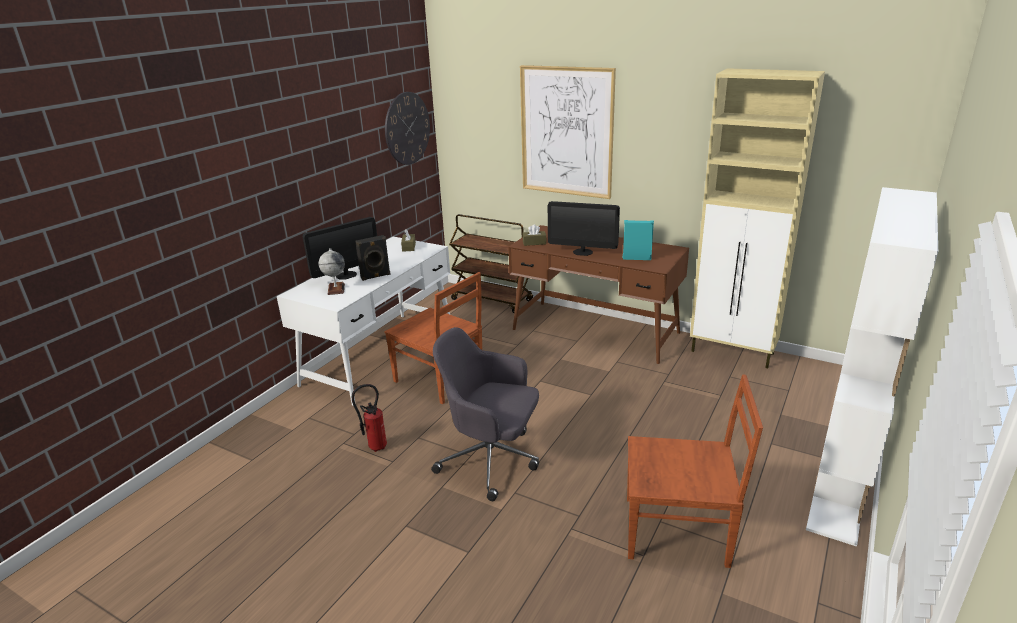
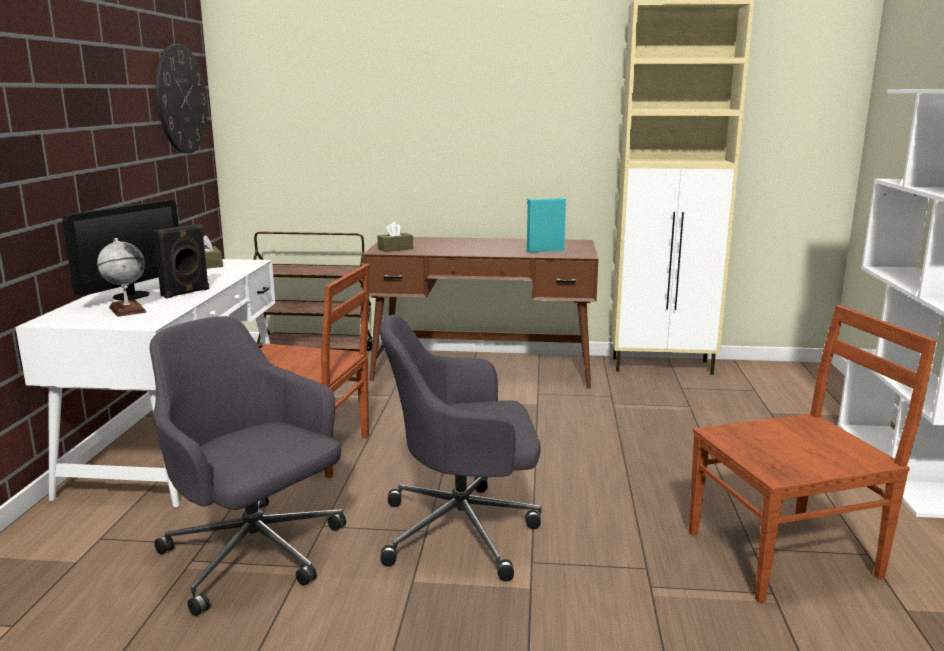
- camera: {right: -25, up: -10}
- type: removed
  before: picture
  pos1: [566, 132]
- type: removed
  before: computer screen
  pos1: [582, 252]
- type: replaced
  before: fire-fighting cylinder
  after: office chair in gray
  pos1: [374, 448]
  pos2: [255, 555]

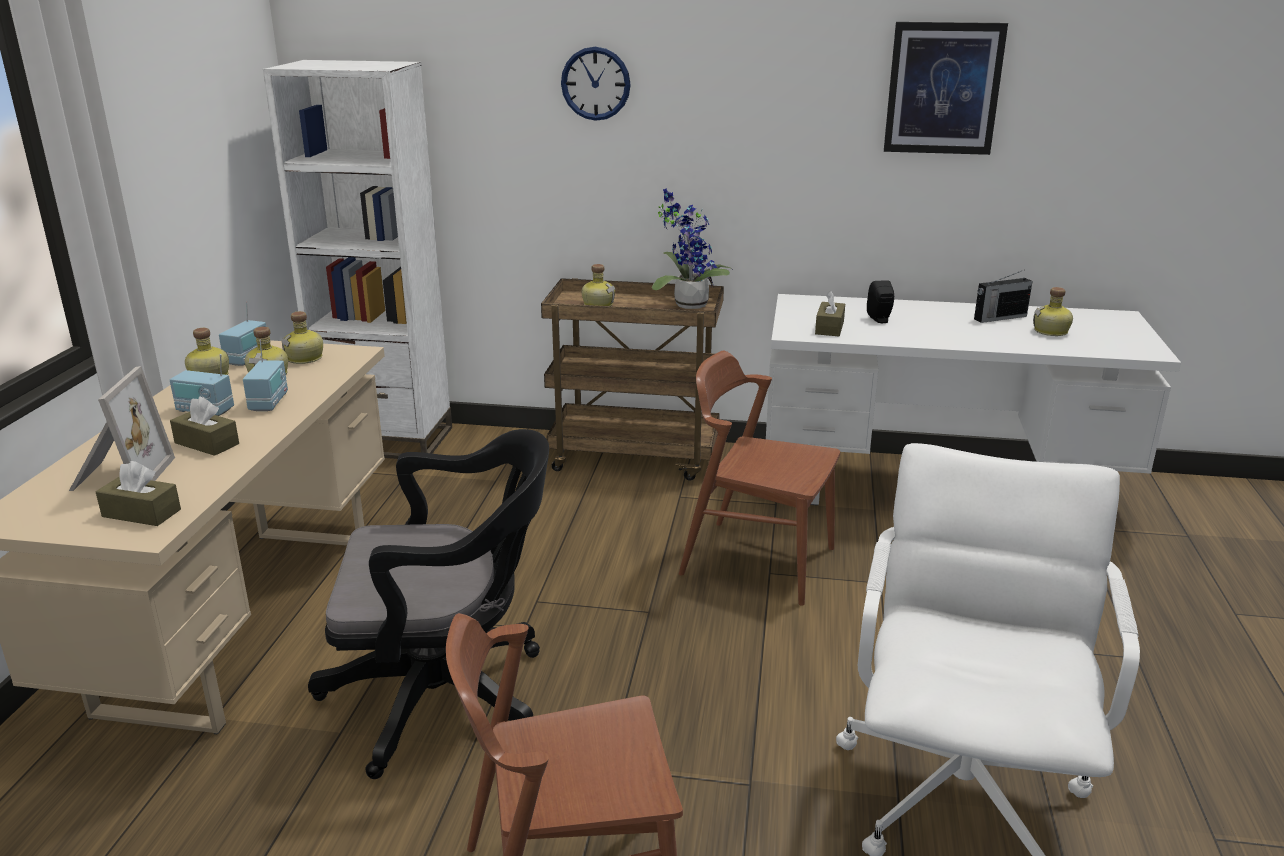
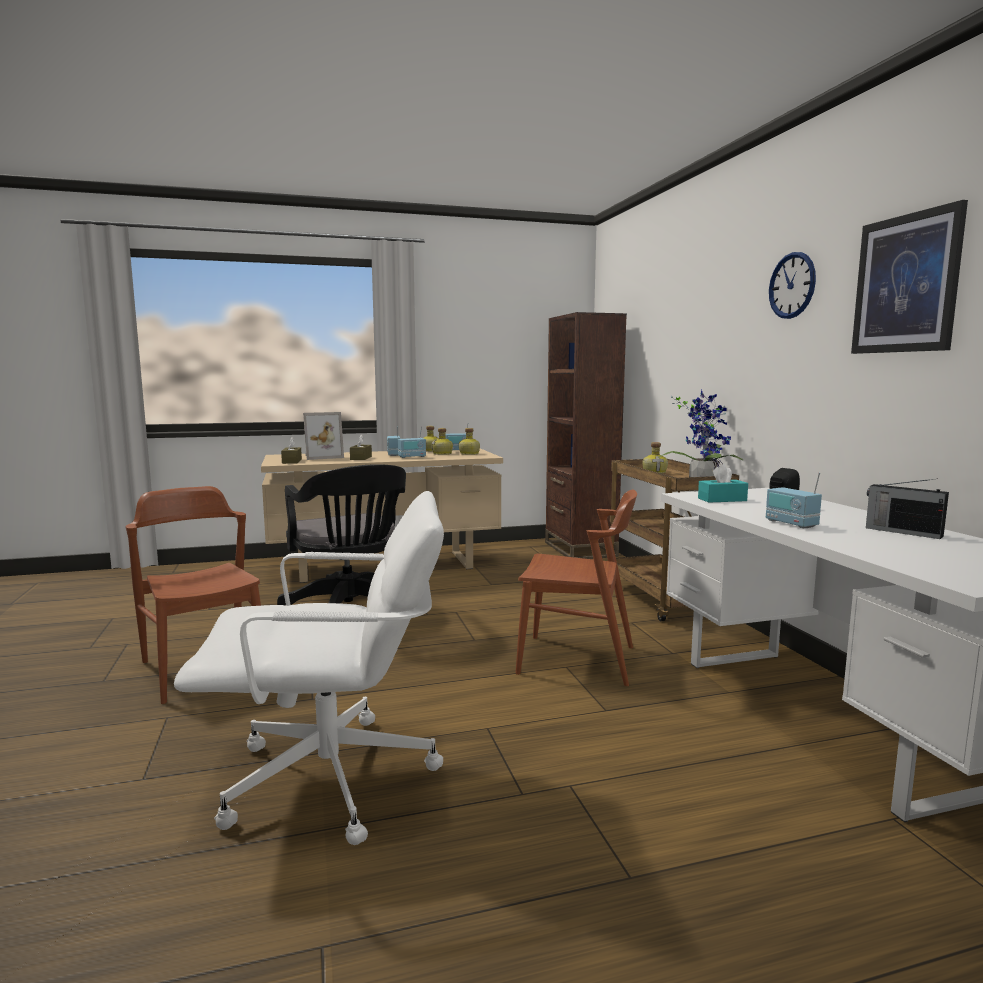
- camera: {right: 65, up: -15}
- type: moved
  before: clock on the wall
  pos1: [595, 83]
  pos2: [792, 285]
- type: recoloured
  before: bookshelf in white
  after: bookshelf in brown
  pos1: [386, 440]
  pos2: [580, 549]
- type: removed
  before: drink bottle
  pos1: [1051, 332]
- type: recoloured
  before: tissue box in brown
  after: tissue box in blue-green
  pos1: [829, 328]
  pos2: [722, 499]
- type: turned
  before: chair in brown
  pos1: [757, 561]
  pos2: [577, 660]
  turn: 105
- type: added
  after: radio
  pos2: [791, 524]

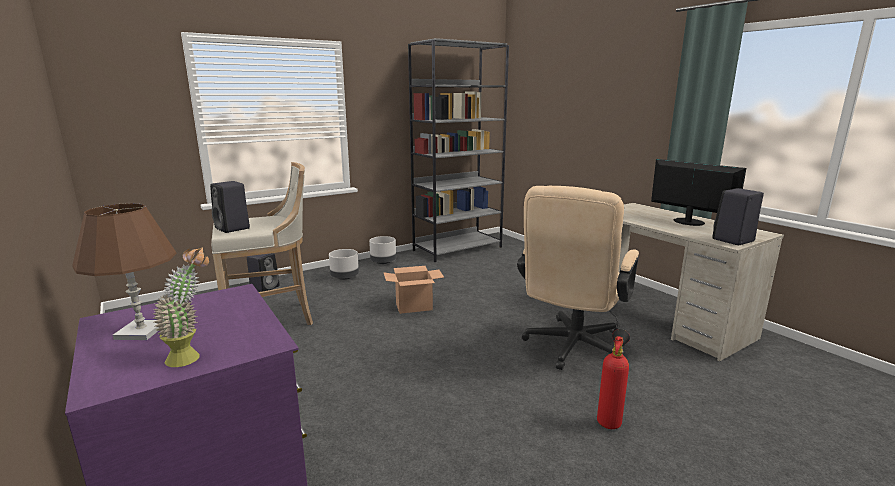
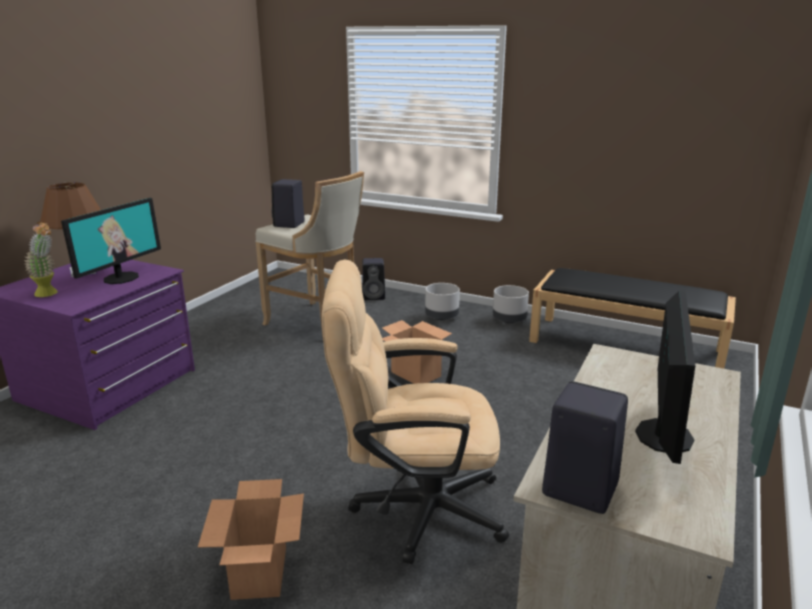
- camera: {right: 60, up: 5}
- type: replaced
  before: bookshelf in gray
  after: long seat in black-coloured
  pos1: [457, 248]
  pos2: [626, 346]
- type: replaced
  before: fire-fighting cylinder
  after: cardboard box
  pos1: [609, 421]
  pos2: [260, 573]
- type: added
  after: computer screen
  pos2: [120, 278]

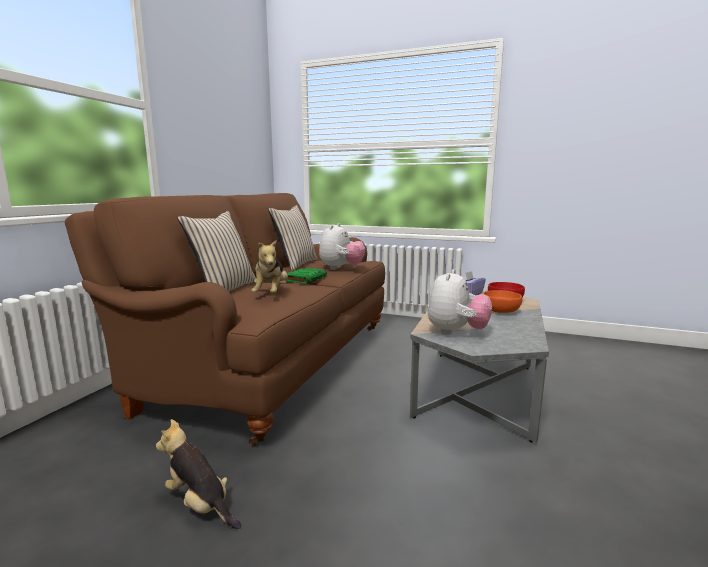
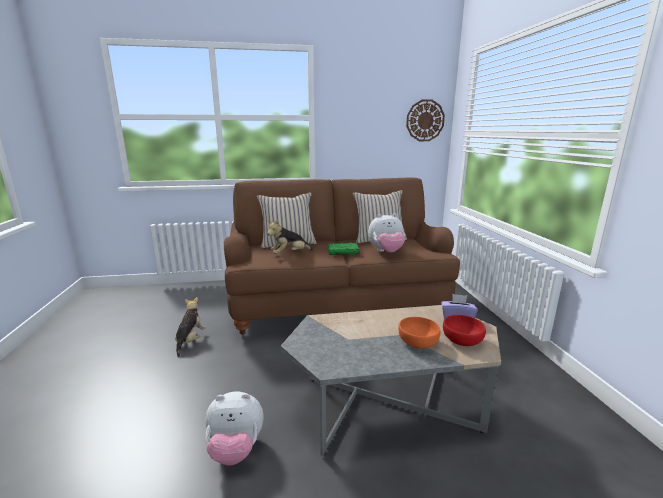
- camera: {right: 60, up: 5}
- type: moved
  before: soft toy
  pos1: [456, 332]
  pos2: [236, 449]
- type: added
  after: clock on the wall
  pos2: [425, 120]

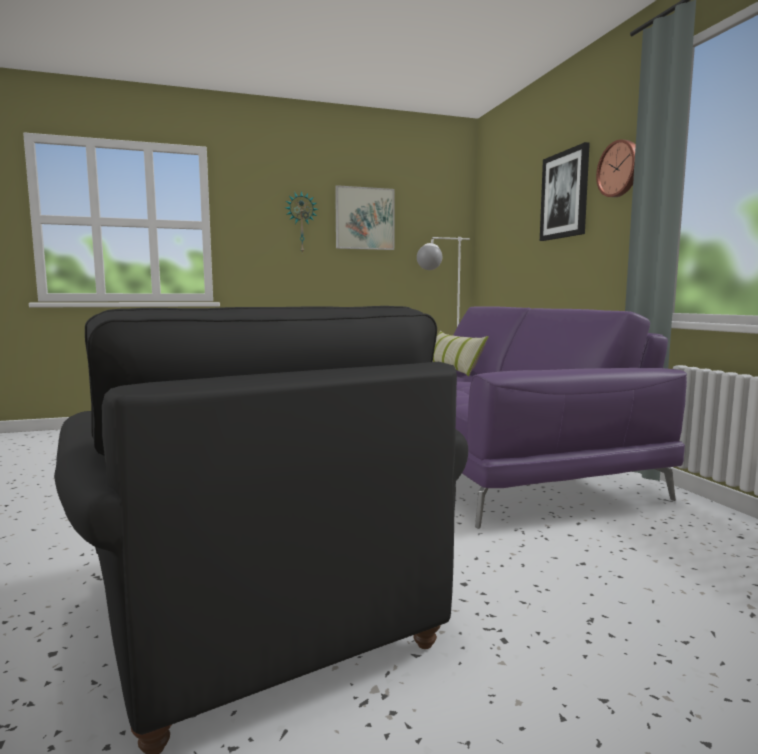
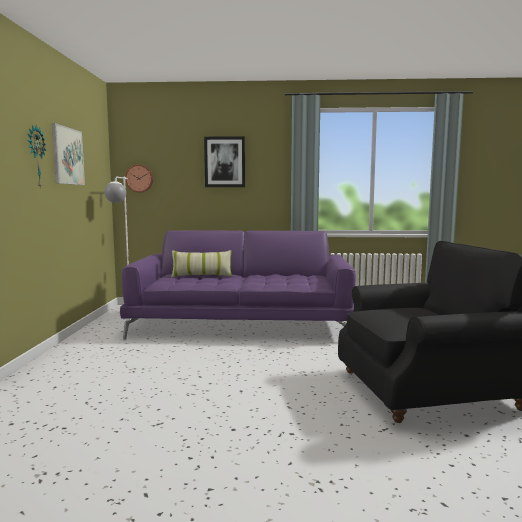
- camera: {right: -70, up: 0}
- type: moved
  before: clock on the wall
  pos1: [619, 169]
  pos2: [139, 178]

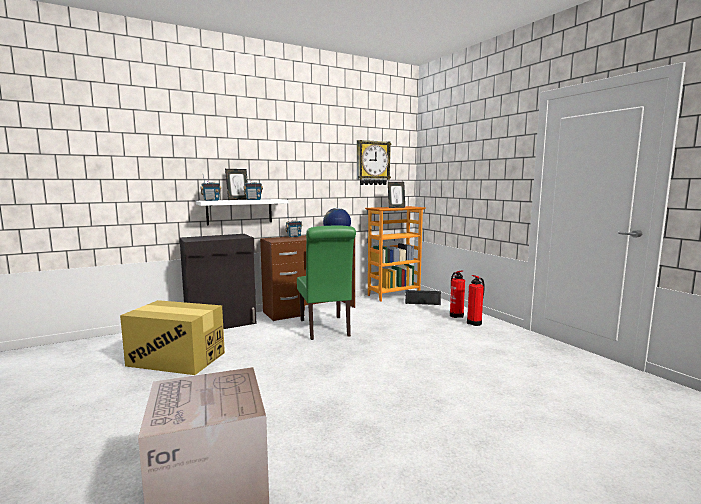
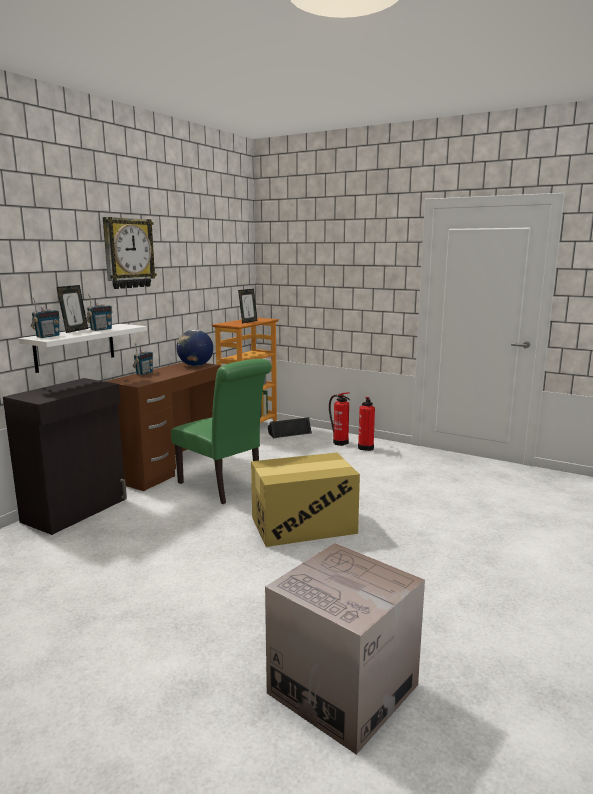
- camera: {right: -30, up: 5}
- type: moved
  before: clock on the wall
  pos1: [372, 163]
  pos2: [128, 253]
- type: moved
  before: cardboard box
  pos1: [176, 359]
  pos2: [303, 525]

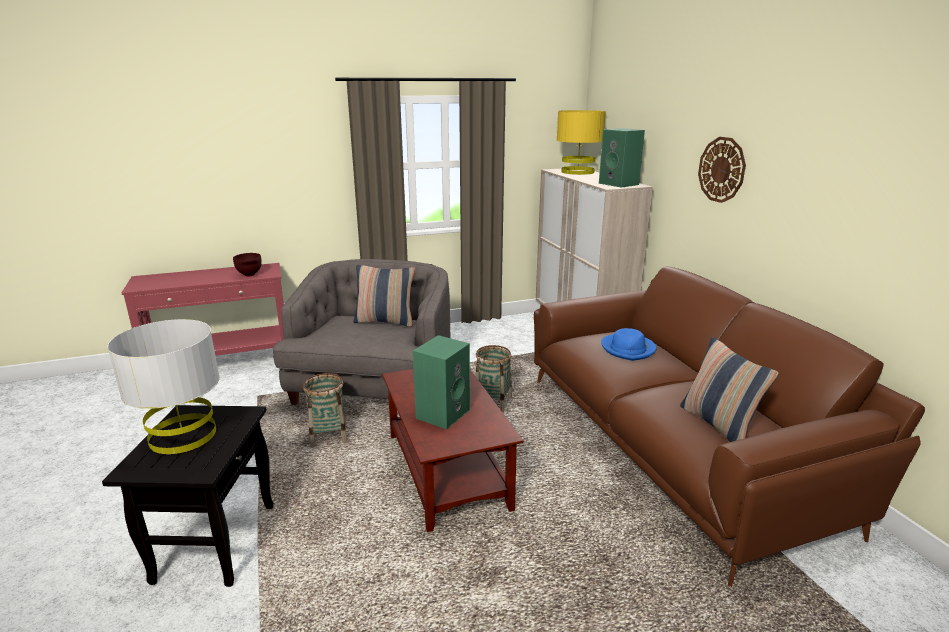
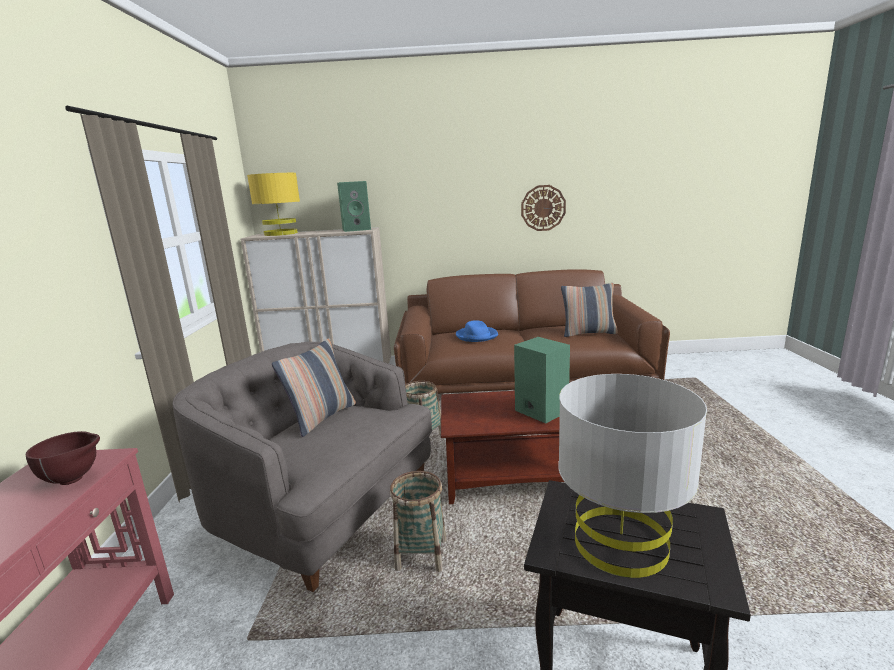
- camera: {right: -70, up: -5}
- type: moved
  before: clock on the wall
  pos1: [721, 169]
  pos2: [543, 208]

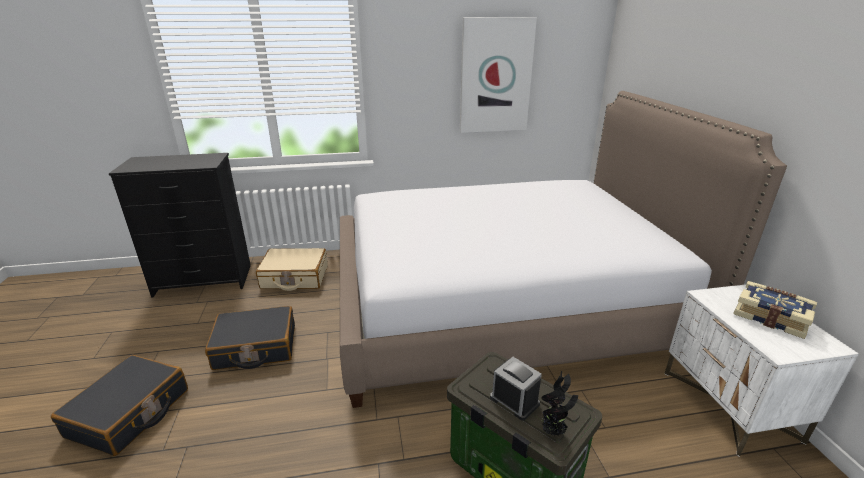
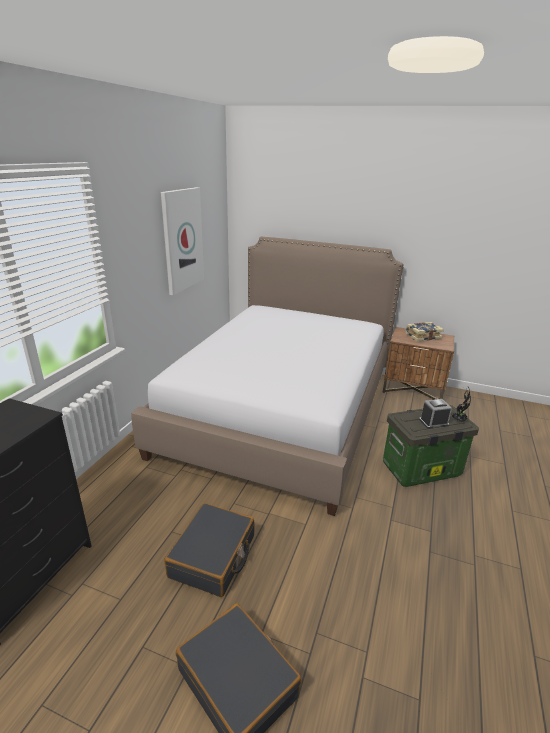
- camera: {right: -60, up: 0}
- type: removed
  before: travel case in sand-coloured
  pos1: [294, 277]
- type: recoloured
  before: nightstand in white
  after: nightstand in brown
  pos1: [730, 406]
  pos2: [413, 389]

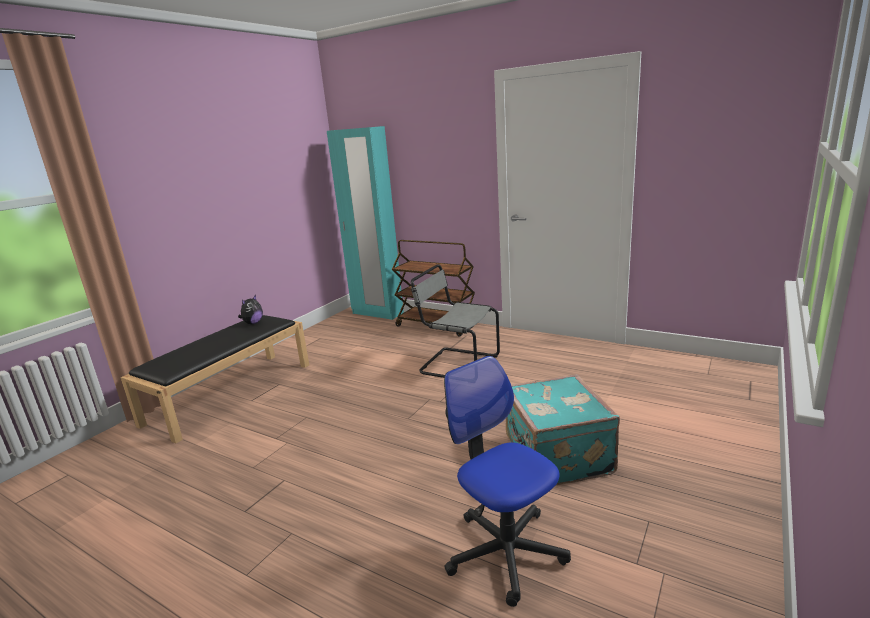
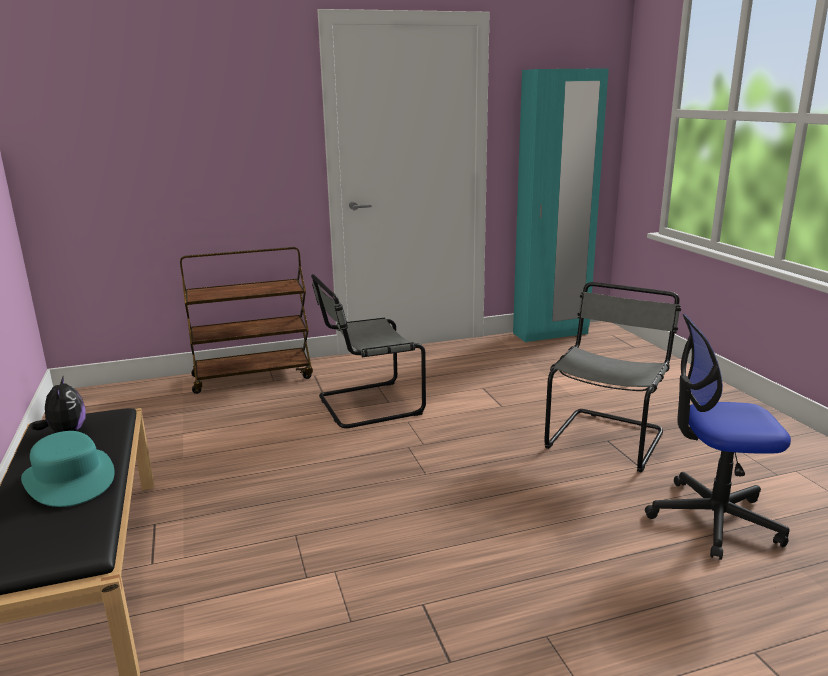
- camera: {right: -50, up: 0}
- type: moved
  before: armoire in blue-green
  pos1: [377, 313]
  pos2: [550, 334]
- type: replaced
  before: travel case in blue-green
  after: chair in gray
  pos1: [556, 456]
  pos2: [607, 438]
- type: added
  after: clothing hat in blue-green
  pos2: [69, 479]

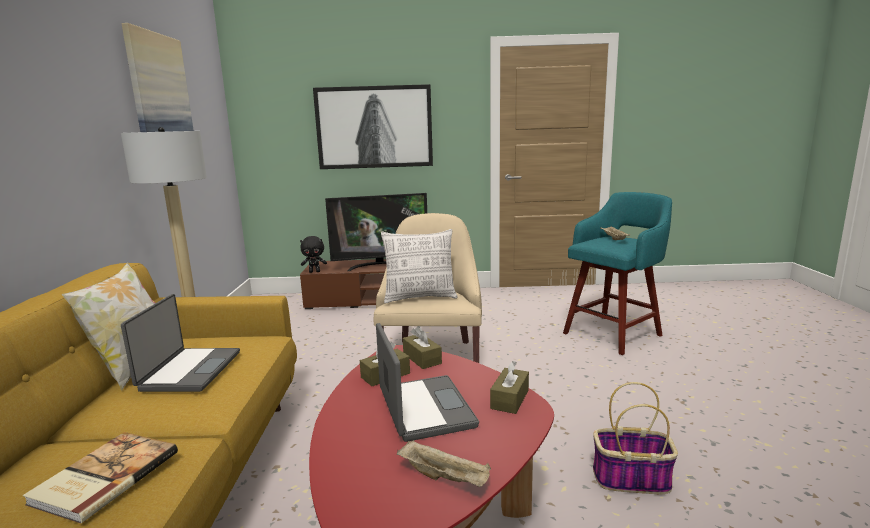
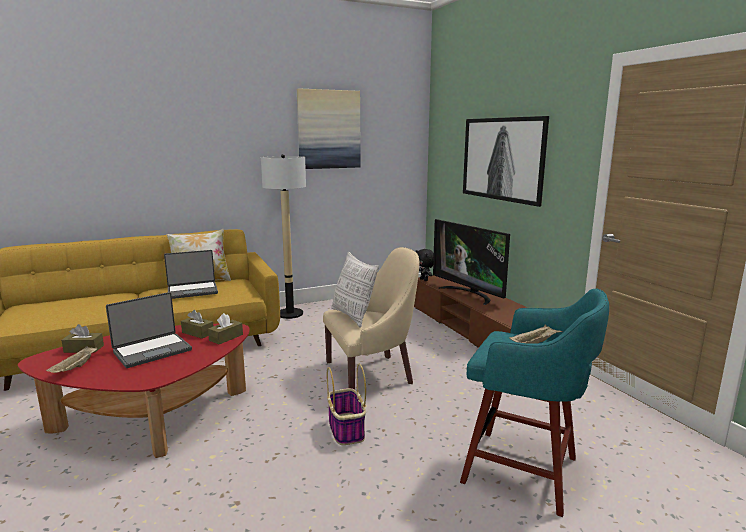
- camera: {right: 65, up: 0}
- type: moved
  before: tissue box in brown
  pos1: [509, 399]
  pos2: [84, 349]
- type: moved
  before: storage basket
  pos1: [630, 479]
  pos2: [346, 429]
- type: removed
  before: book
  pos1: [103, 477]

